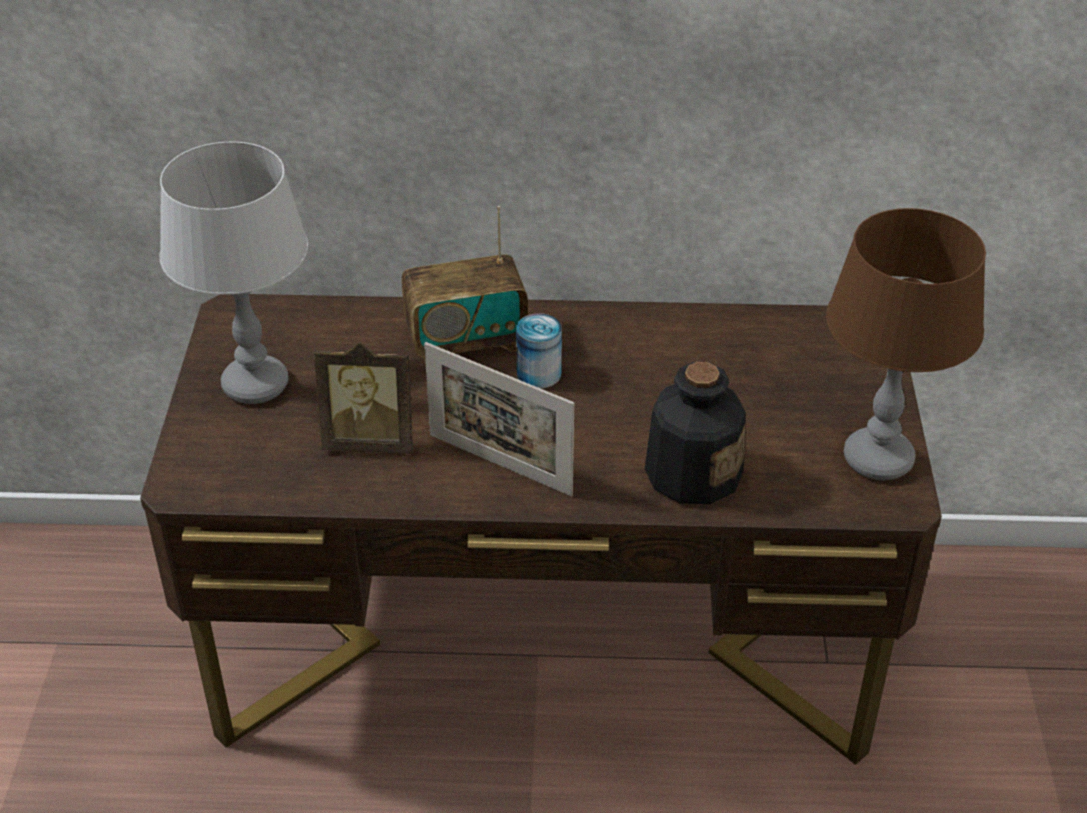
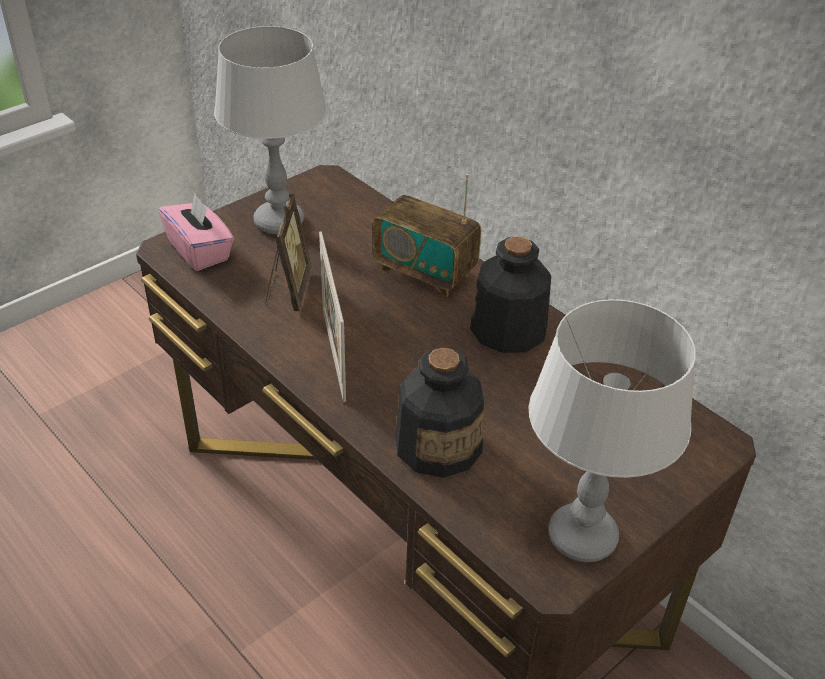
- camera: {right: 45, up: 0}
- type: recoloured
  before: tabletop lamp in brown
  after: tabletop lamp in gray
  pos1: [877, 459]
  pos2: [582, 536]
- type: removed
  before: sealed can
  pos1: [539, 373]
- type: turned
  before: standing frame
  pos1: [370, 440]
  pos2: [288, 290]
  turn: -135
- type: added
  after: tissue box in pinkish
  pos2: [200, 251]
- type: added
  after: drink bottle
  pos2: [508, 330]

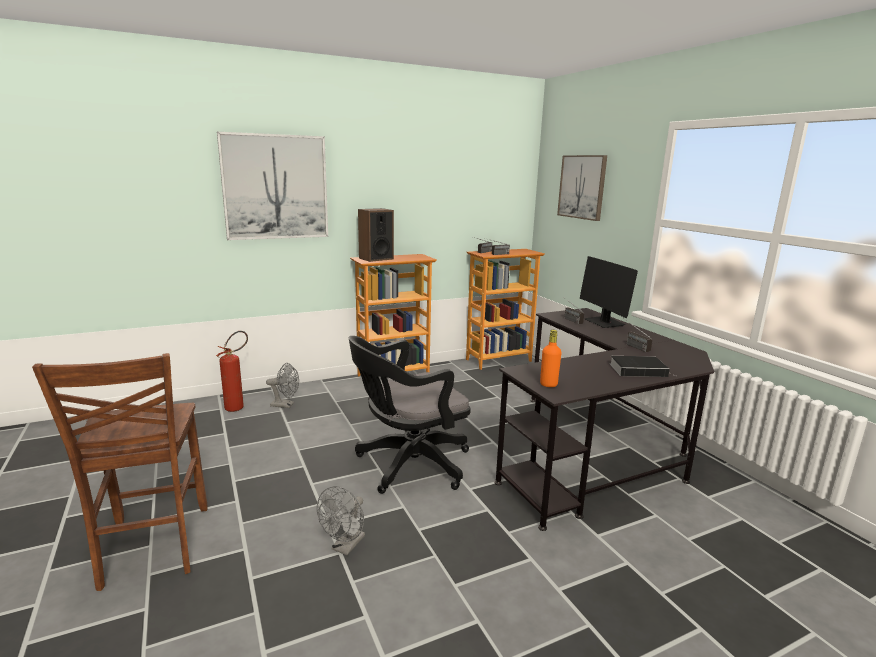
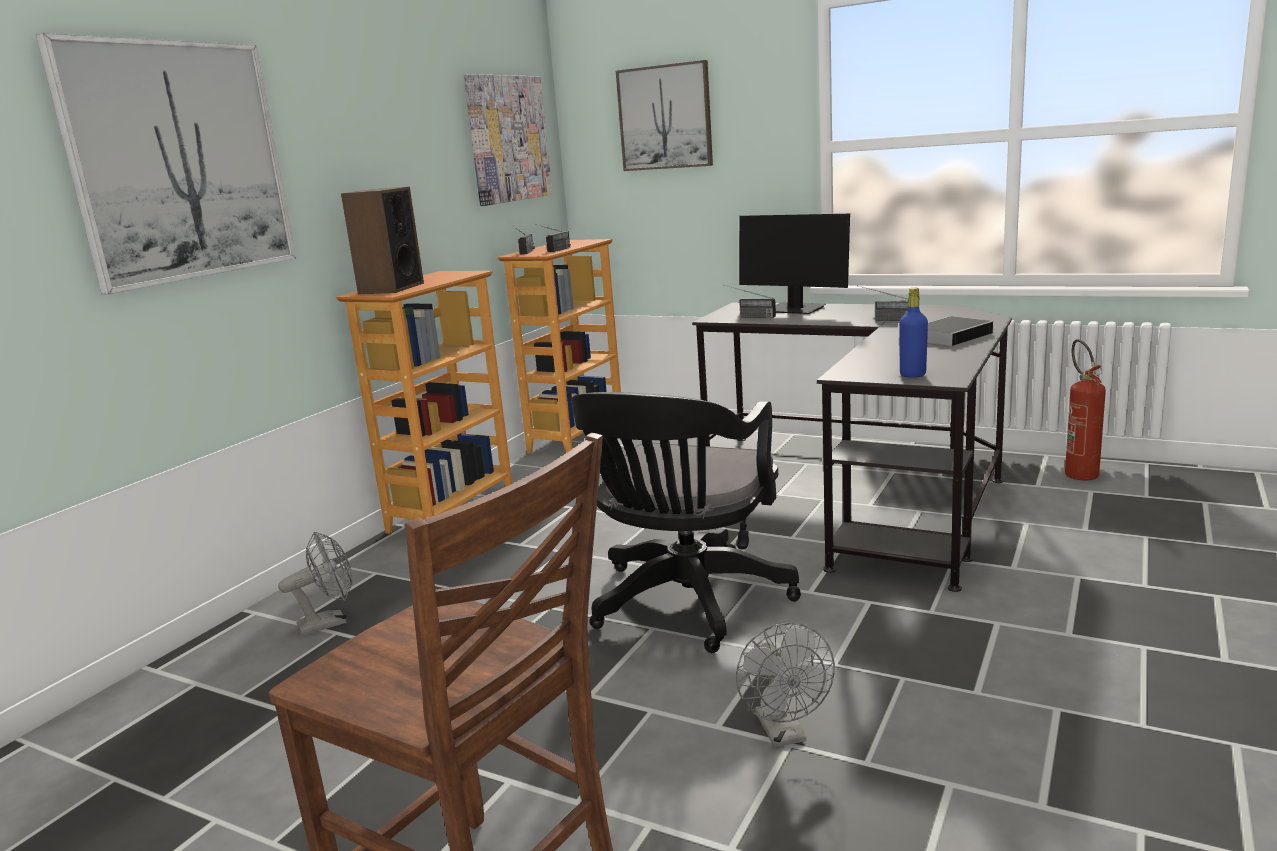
- camera: {right: -35, up: 0}
- type: recoloured
  before: drink bottle in orange-coloured
  after: drink bottle in bluish
  pos1: [548, 384]
  pos2: [912, 375]
- type: moved
  before: fire-fighting cylinder
  pos1: [238, 406]
  pos2: [1078, 472]
- type: added
  after: picture
  pos2: [508, 139]

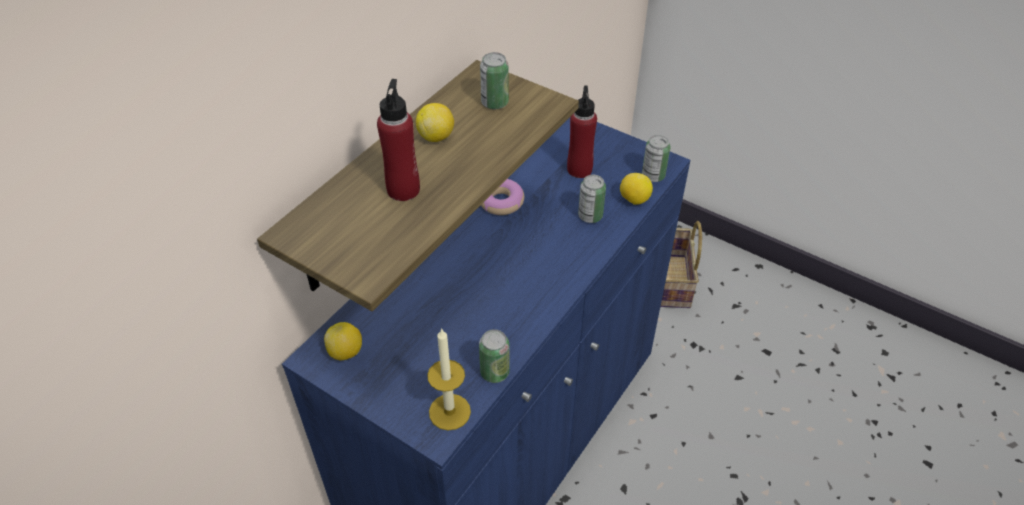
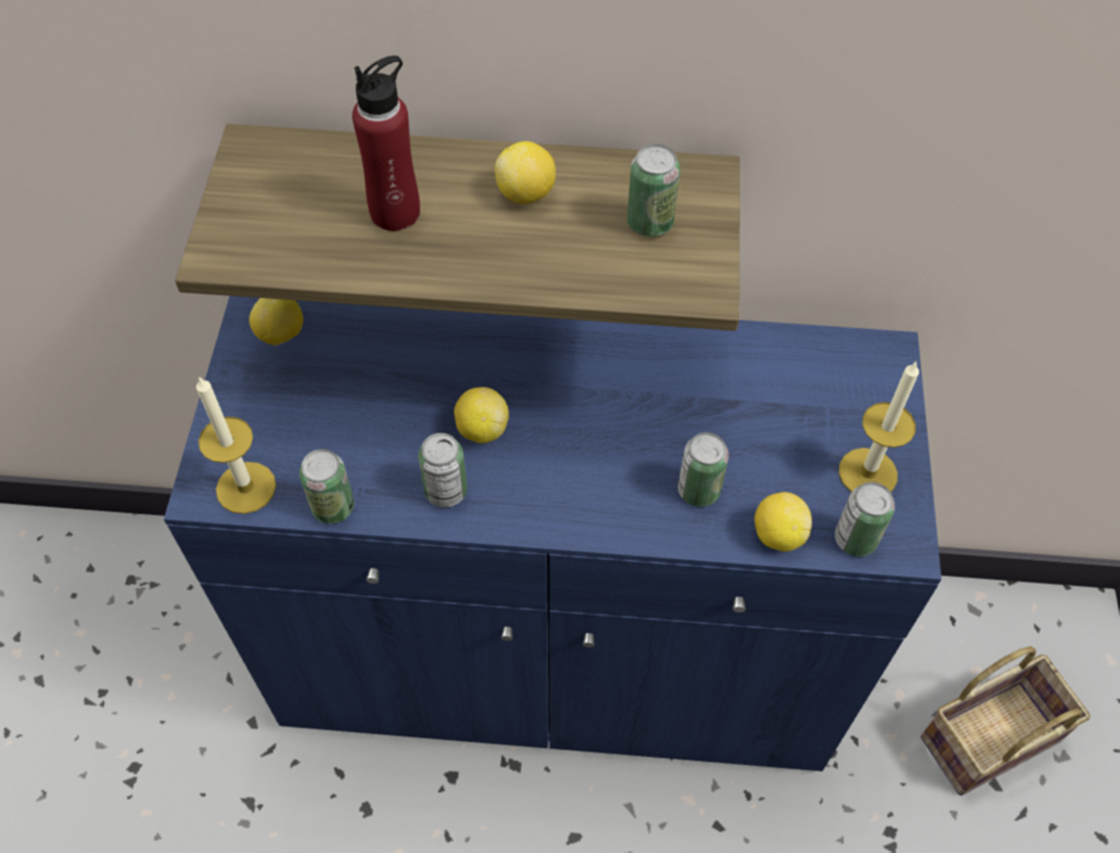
- camera: {right: 60, up: 10}
- type: removed
  before: drink bottle in red-coloured
  pos1: [579, 169]
- type: removed
  before: doughnut
  pos1: [501, 202]
- type: added
  after: wax candle
  pos2: [868, 473]
- type: added
  after: whole lemon
  pos2: [482, 429]
- type: added
  after: sealed can
  pos2: [446, 491]

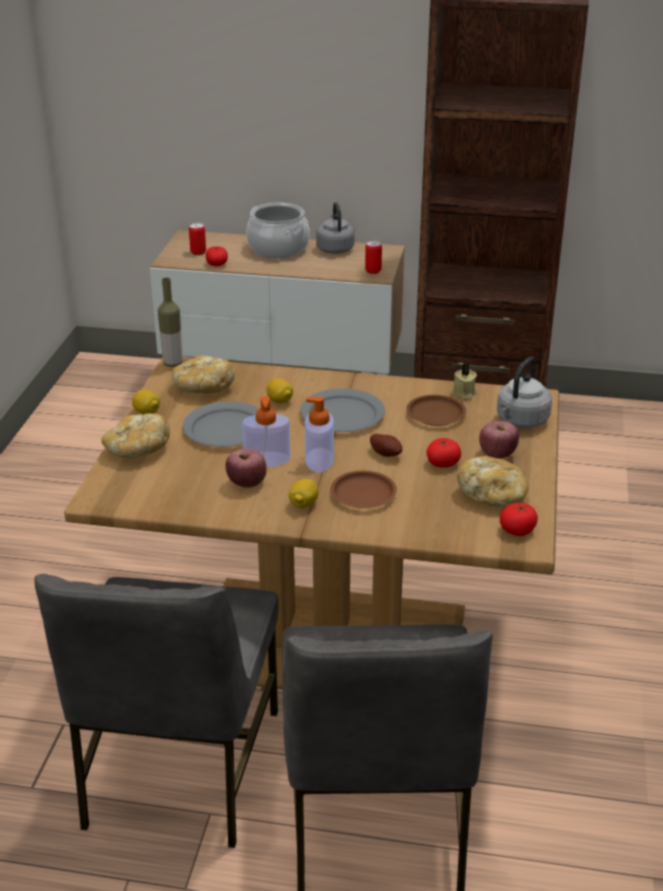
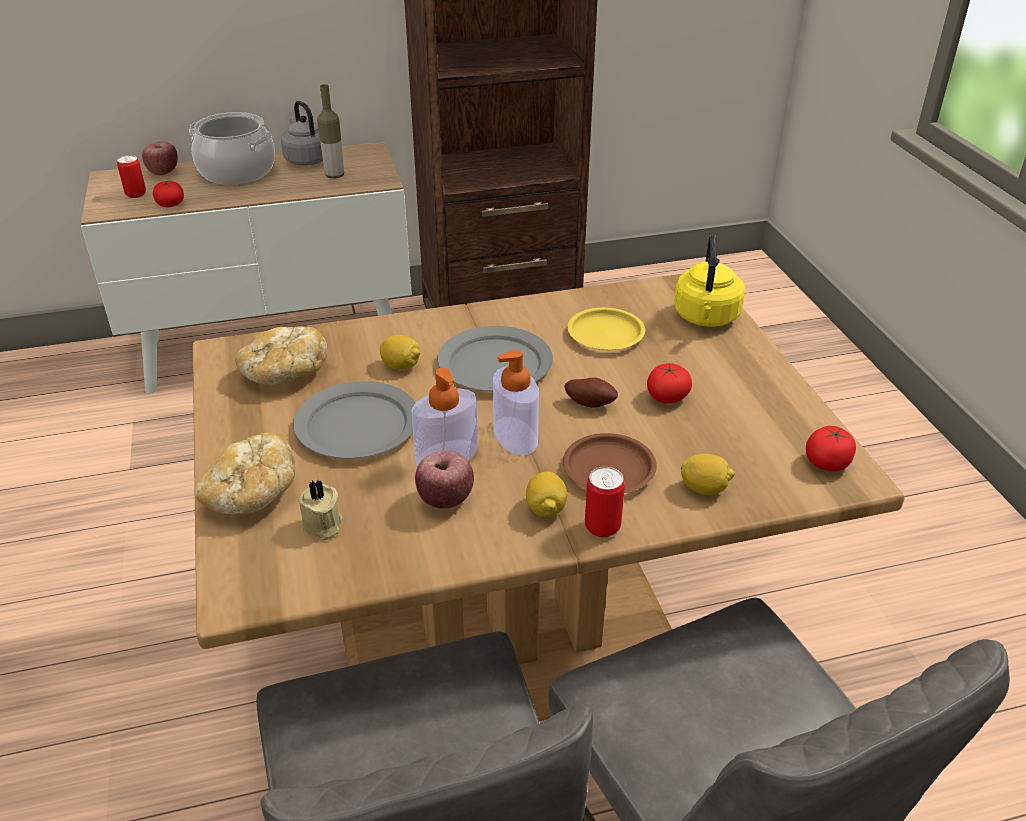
- camera: {right: -25, up: 5}
- type: moved
  before: sealed can
  pos1: [373, 271]
  pos2: [602, 527]
- type: moved
  before: drink bottle
  pos1: [173, 363]
  pos2: [334, 176]
- type: recoloured
  before: kettle in gray
  after: kettle in yellow
  pos1: [520, 421]
  pos2: [706, 318]
- type: moved
  before: wax candle in sand-coloured
  pos1: [463, 394]
  pos2: [322, 526]
- type: moved
  before: whole lemon
  pos1: [147, 412]
  pos2: [704, 488]
- type: recoloured
  before: flat dish in brown
  after: flat dish in yellow
  pos1: [435, 414]
  pos2: [605, 334]
- type: moved
  before: whole apple
  pos1: [497, 454]
  pos2: [163, 172]
- type: removed
  before: bakery bread
  pos1: [492, 496]

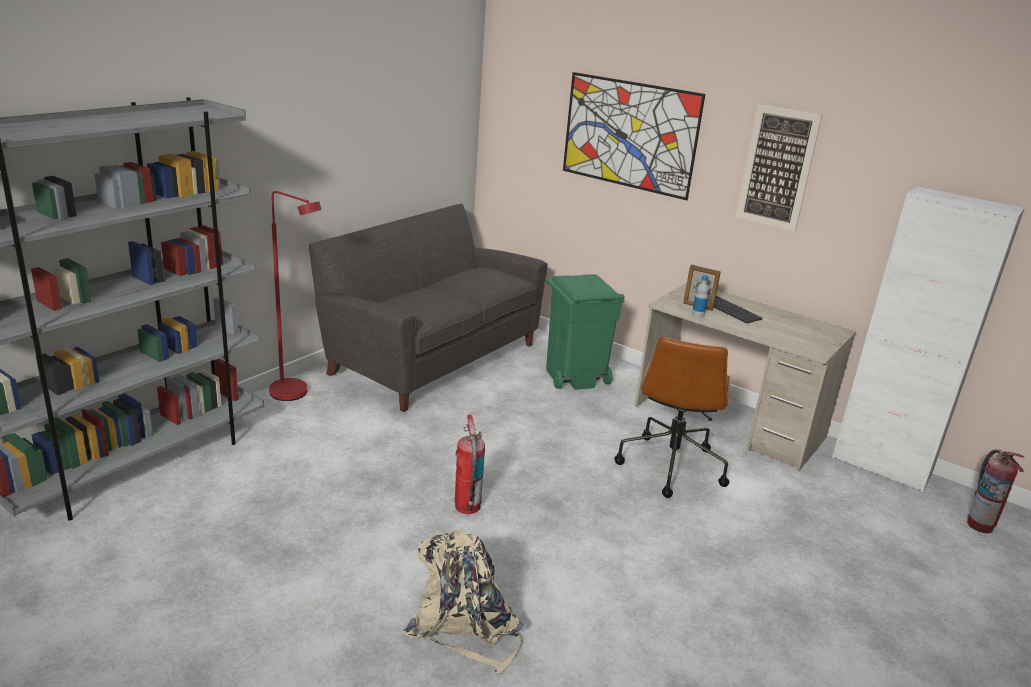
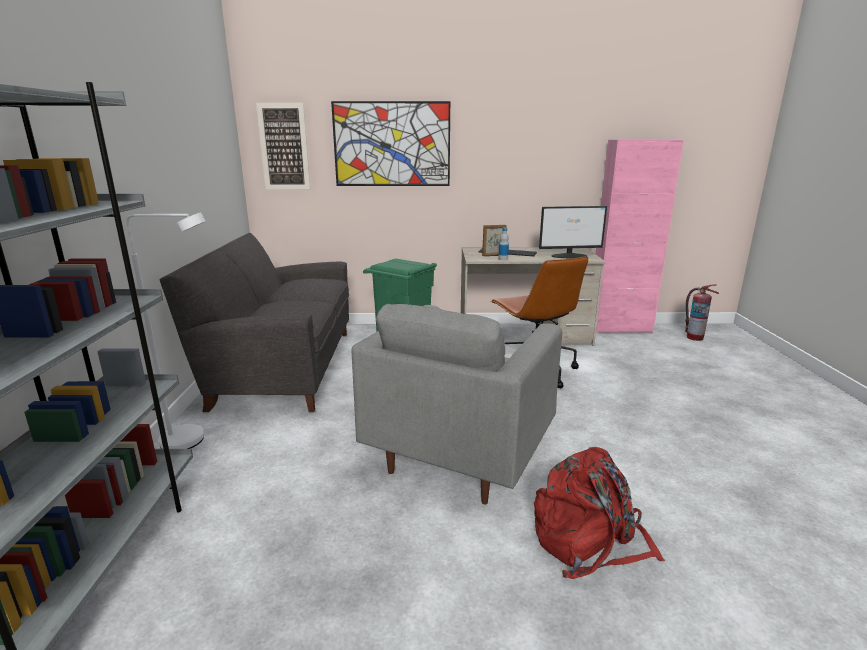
- camera: {right: -35, up: -5}
- type: moved
  before: picture
  pos1: [777, 168]
  pos2: [284, 147]
- type: recoloured
  before: cupboard in white
  after: cupboard in pinkish
  pos1: [881, 466]
  pos2: [619, 328]
- type: recoloured
  before: floor lamp in red-coloured
  after: floor lamp in white
  pos1: [295, 395]
  pos2: [194, 440]
- type: replaced
  before: fire-fighting cylinder
  after: lounge chair in gray
  pos1: [467, 507]
  pos2: [459, 455]
- type: recoloured
  before: rucksack in sand-coloured
  after: rucksack in red-coloured
  pos1: [465, 626]
  pos2: [589, 542]
- type: added
  after: computer screen
  pos2: [569, 256]

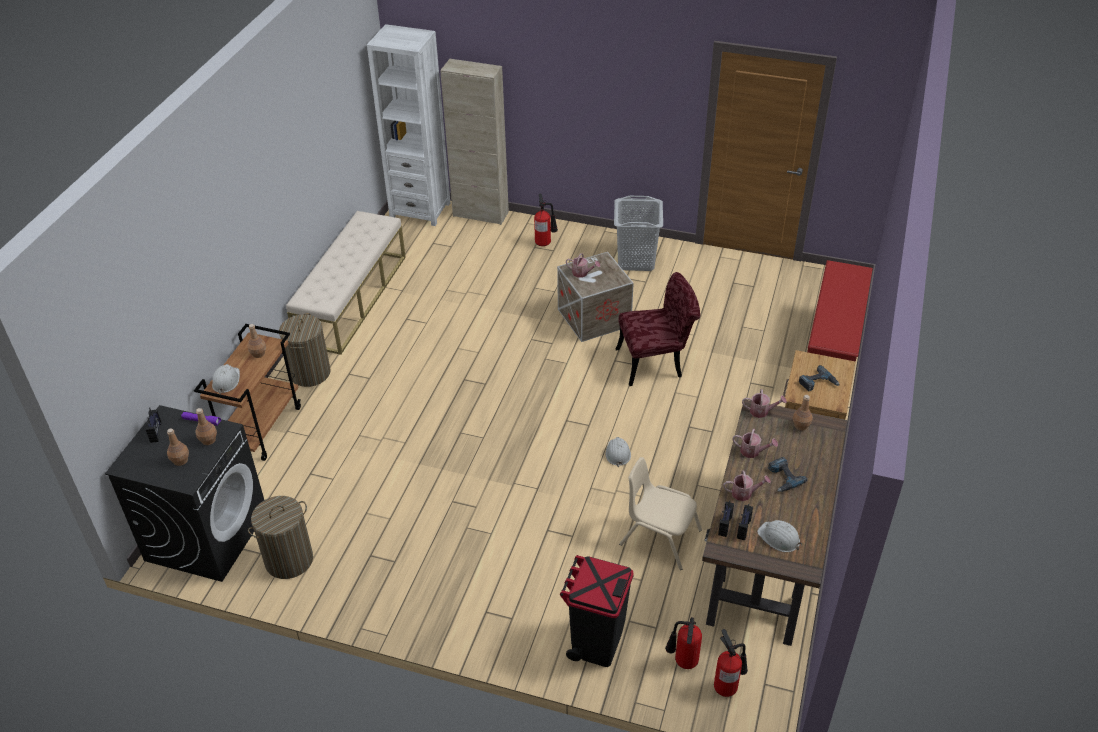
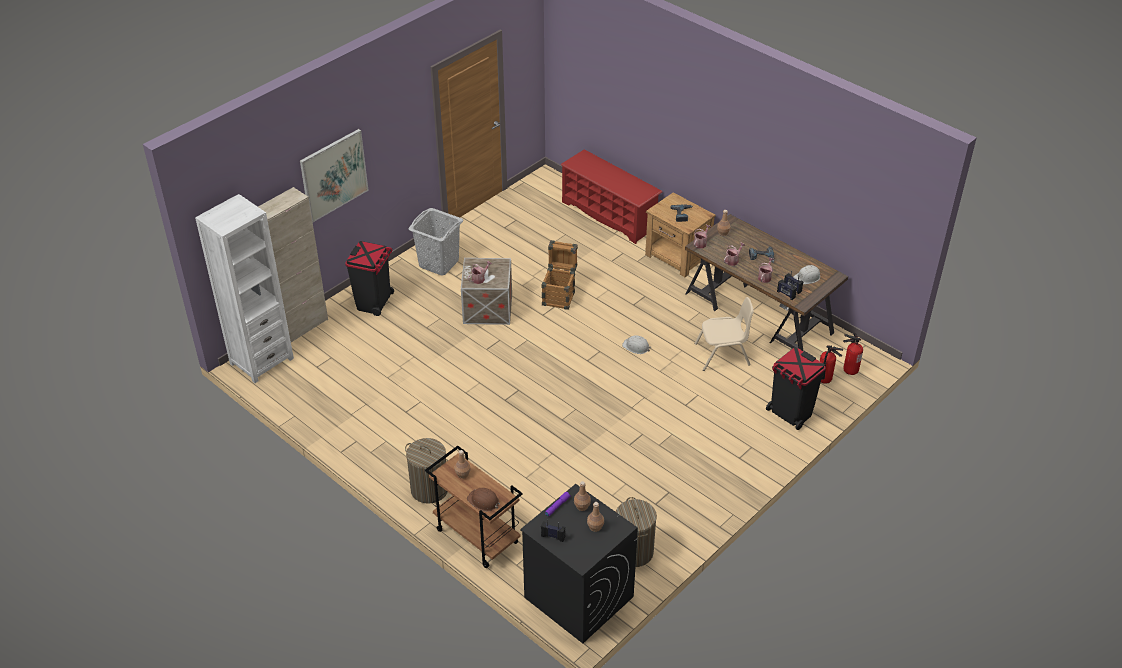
- camera: {right: -65, up: 0}
- type: replaced
  before: fire-fighting cylinder
  after: trash can in black-coloured
  pos1: [545, 242]
  pos2: [374, 302]
- type: removed
  before: long seat in sand-coloured
  pos1: [352, 299]
- type: replaced
  before: chair in red-coloured
  after: crate
  pos1: [656, 362]
  pos2: [560, 295]
- type: recoloured
  before: work helmet in white
  after: work helmet in brown
  pos1: [226, 381]
  pos2: [483, 501]
- type: turned
  before: chair in sand-coloured
  pos1: [660, 537]
  pos2: [722, 355]
  turn: -150
- type: added
  after: picture
  pos2: [334, 175]

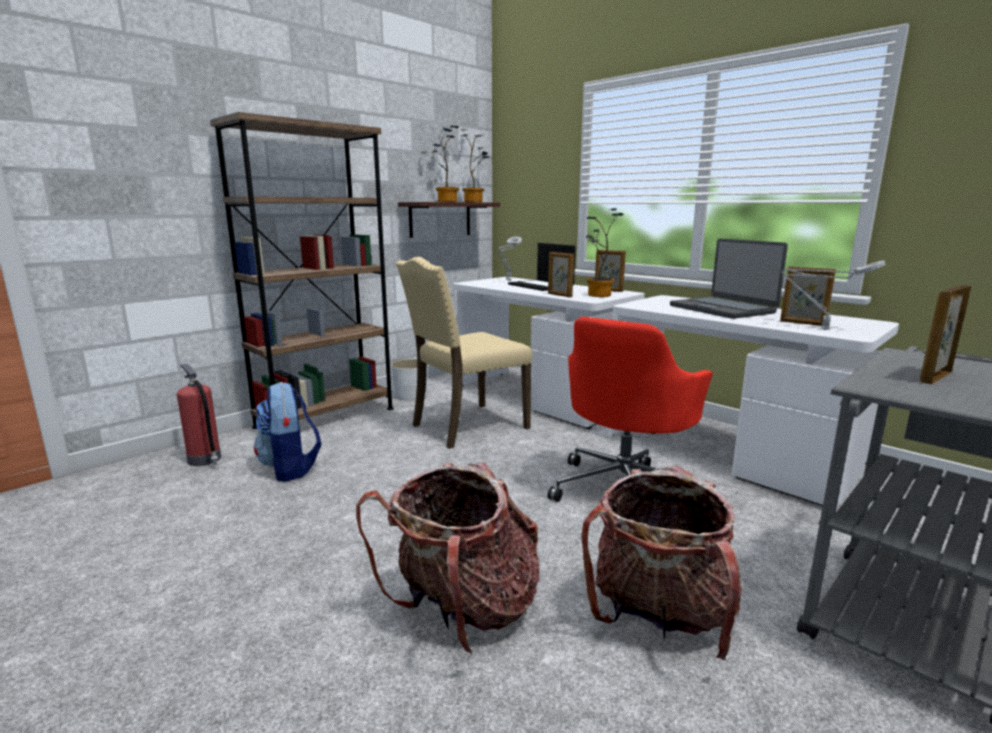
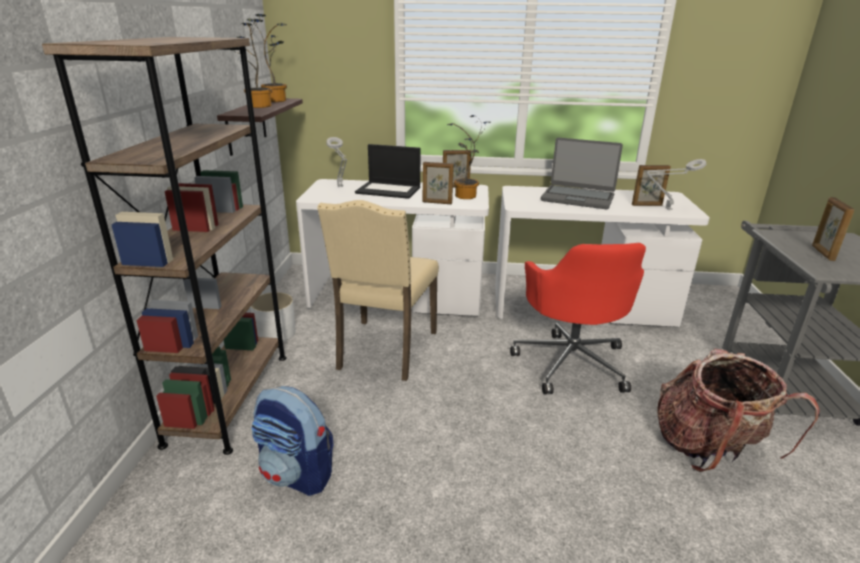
- camera: {right: -40, up: 10}
- type: removed
  before: fire-fighting cylinder
  pos1: [205, 460]
- type: removed
  before: rucksack
  pos1: [463, 610]

